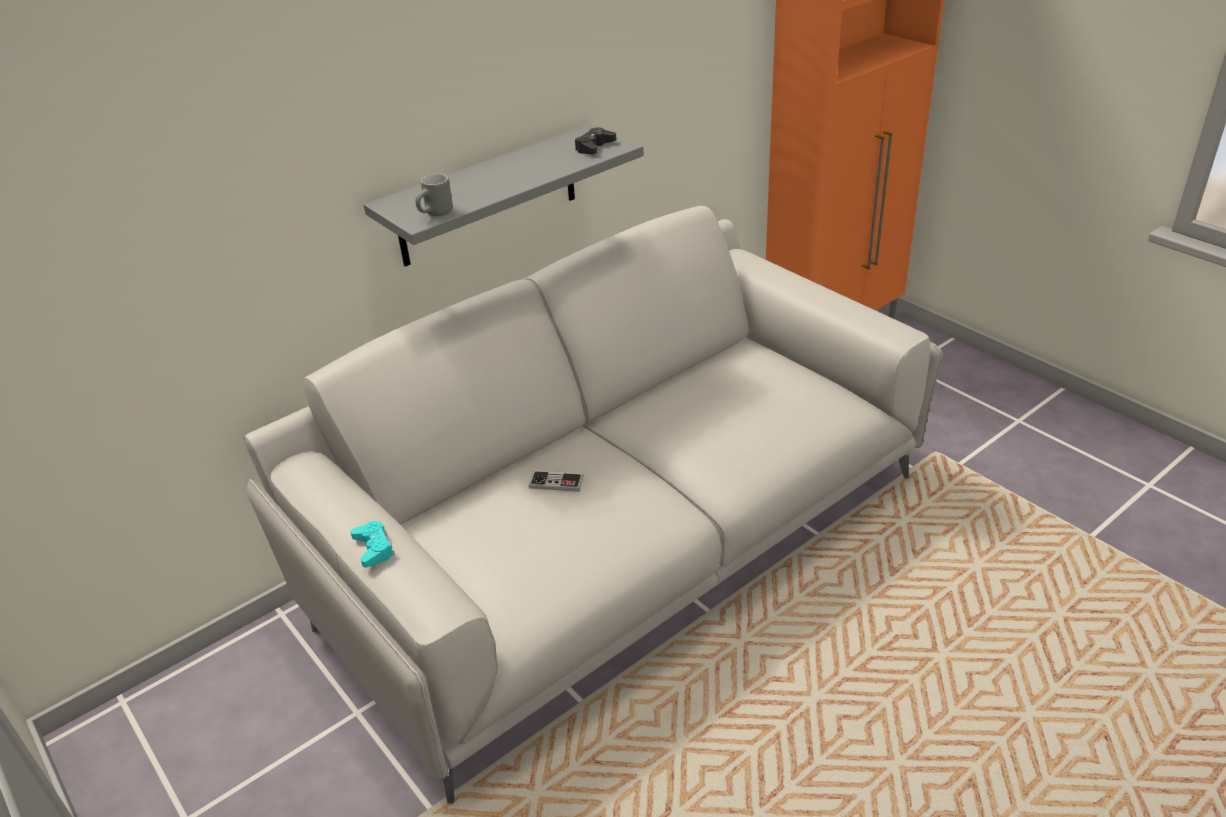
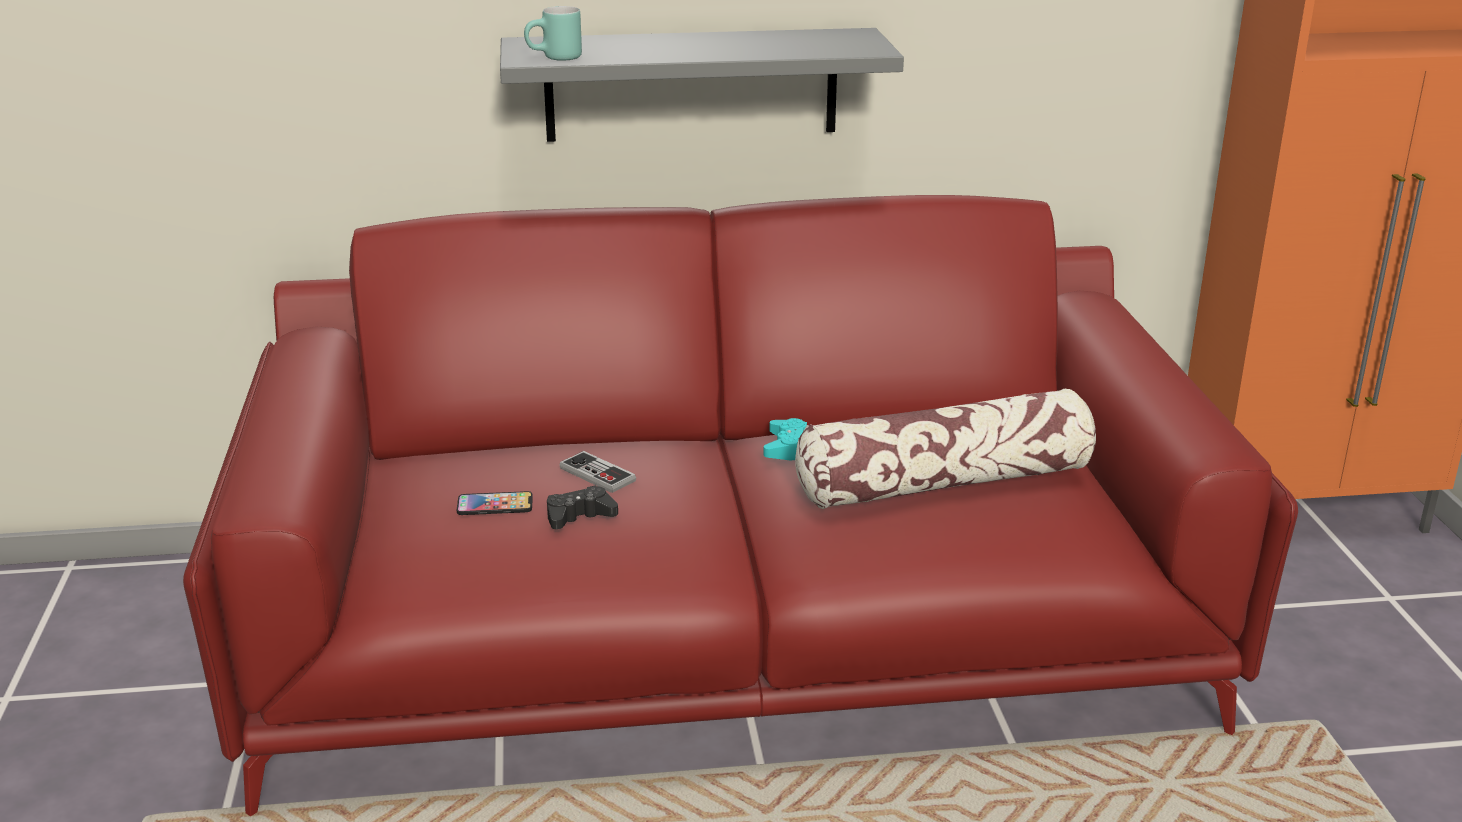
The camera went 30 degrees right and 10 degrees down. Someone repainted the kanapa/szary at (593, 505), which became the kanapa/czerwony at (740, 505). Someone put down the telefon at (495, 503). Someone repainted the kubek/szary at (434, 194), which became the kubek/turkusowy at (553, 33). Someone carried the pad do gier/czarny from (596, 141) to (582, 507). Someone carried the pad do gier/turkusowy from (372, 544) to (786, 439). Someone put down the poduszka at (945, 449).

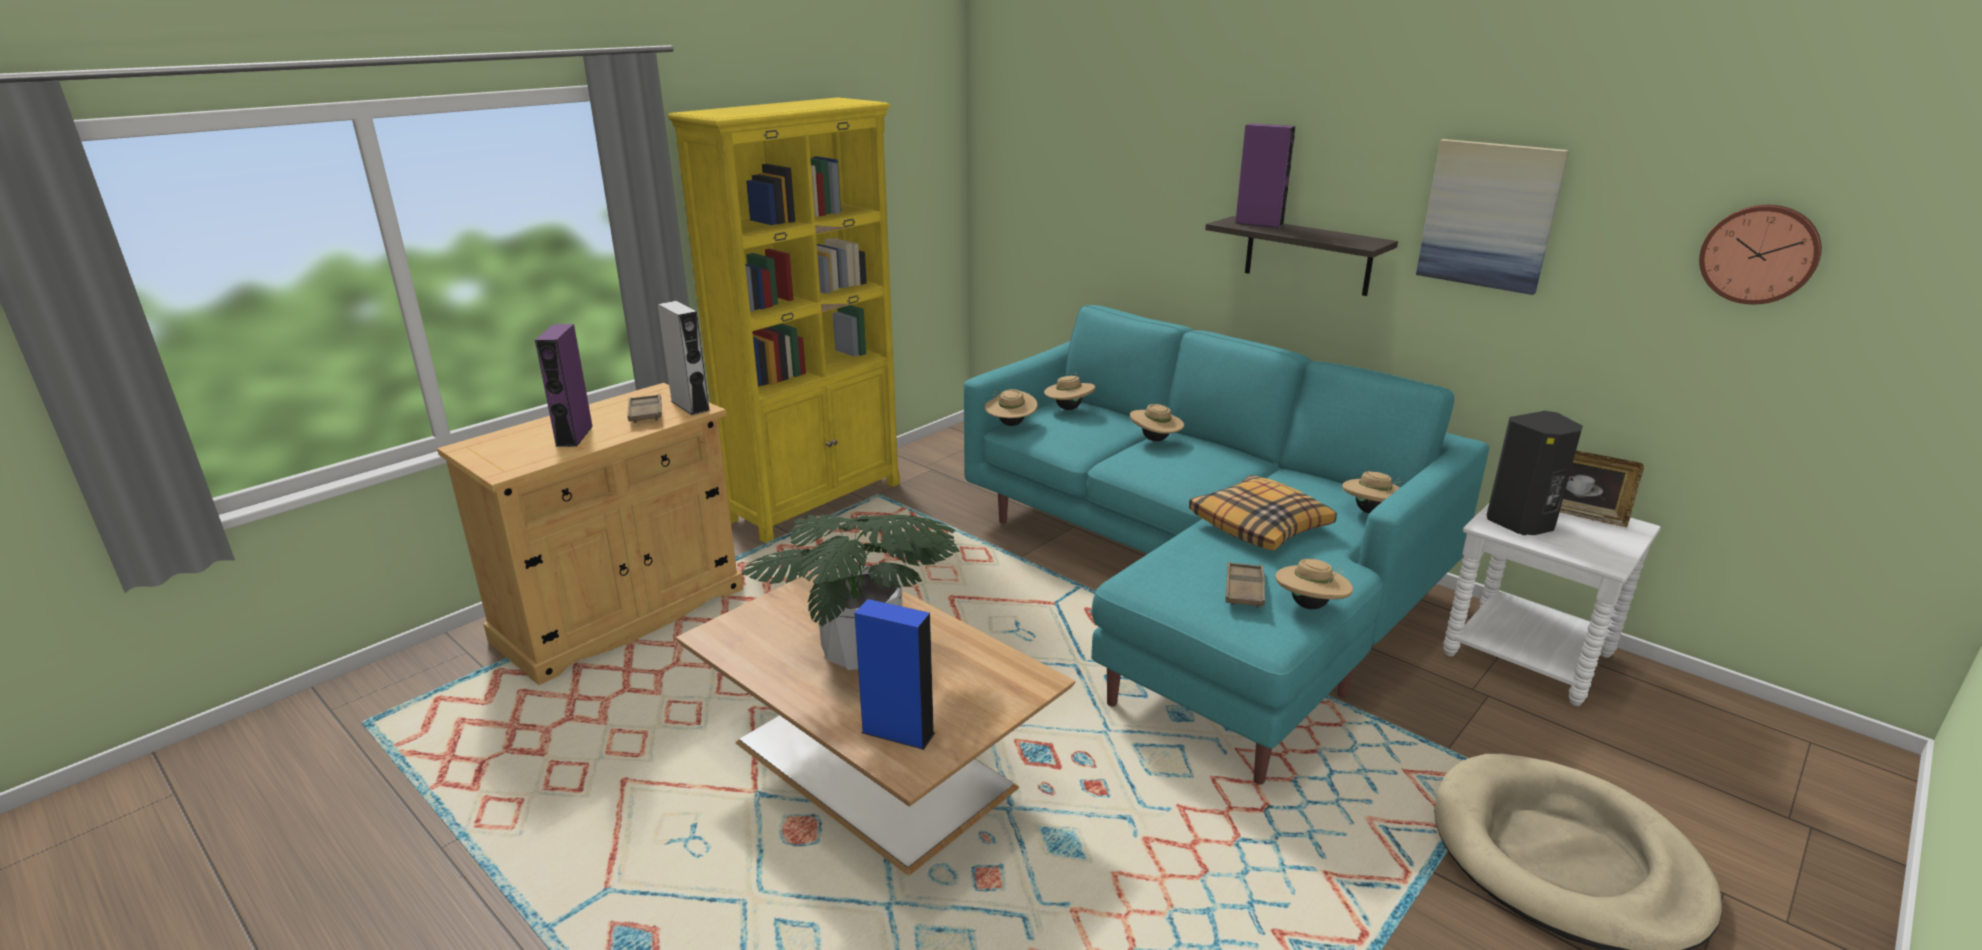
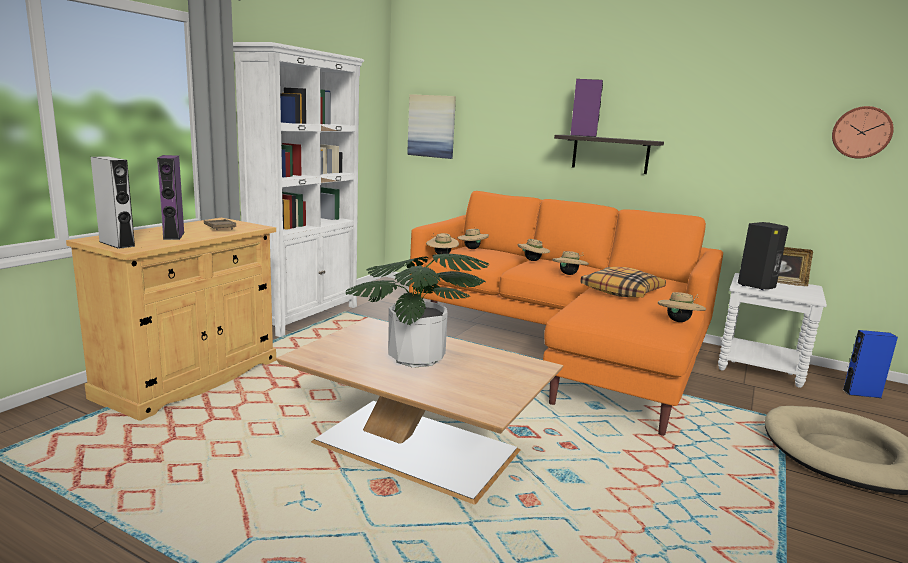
The camera went 15 degrees left and 10 degrees down. Someone carried the głośnik/szary from (684, 358) to (113, 202). Someone repainted the regał/żółty at (784, 320), which became the regał/biały at (298, 189). Someone carried the obraz from (1492, 217) to (431, 126). Someone repainted the kanapa/turkusowy at (1226, 545), which became the kanapa/pomarańczowy at (566, 313). Someone carried the kapelusz/beżowy from (1371, 492) to (570, 263). Someone carried the głośnik/niebieski from (895, 674) to (870, 364). Someone took away the taca/brązowy at (1245, 585).

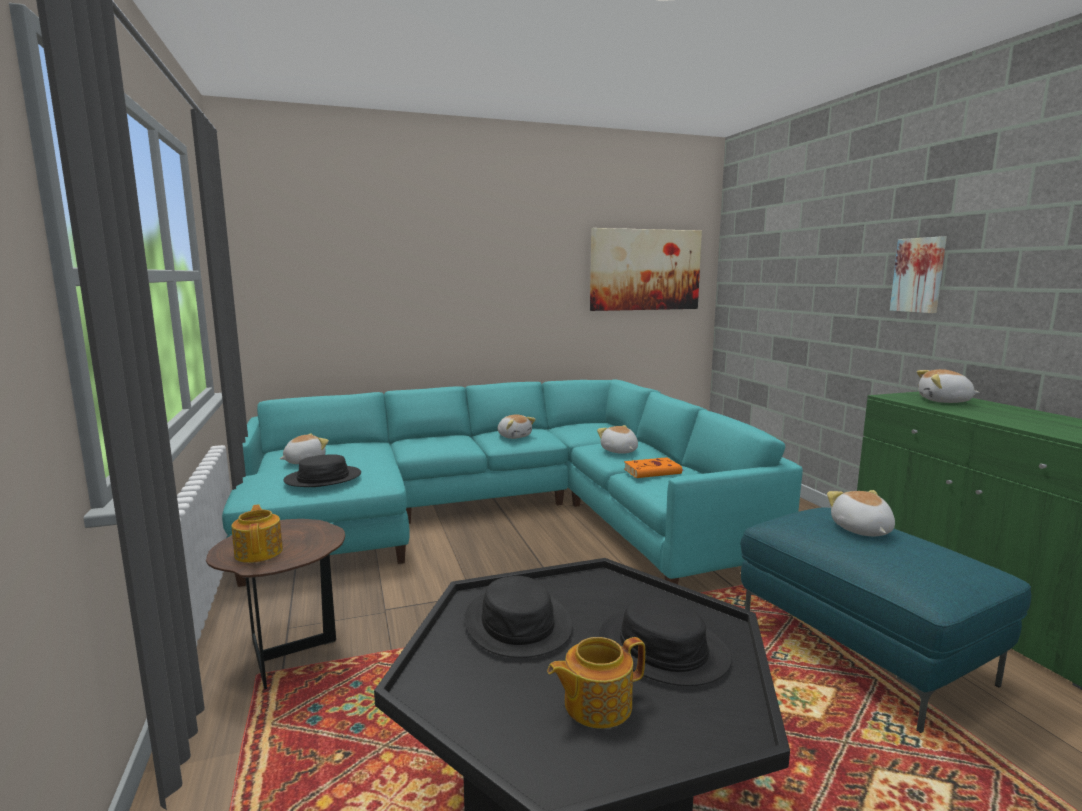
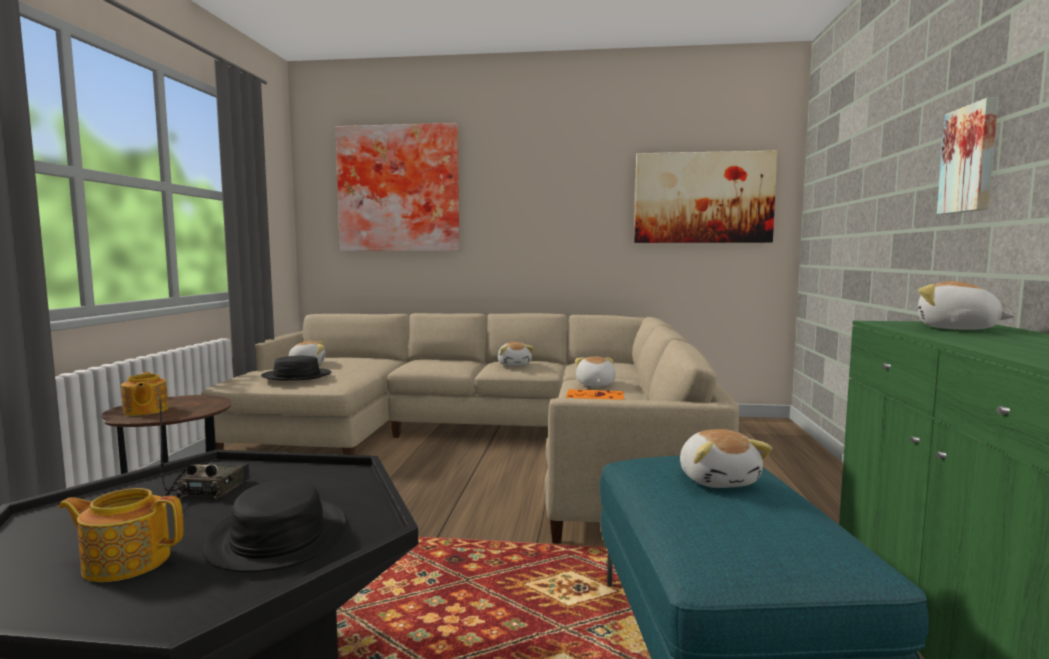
The camera went 25 degrees right and 5 degrees down. Someone rotated the imbryk at (257, 533) by 150 degrees clockwise. Someone swapped the kapelusz/czarny at (518, 617) for the radio at (205, 449). Someone repainted the kanapa/turkusowy at (512, 483), which became the kanapa/beżowy at (470, 428). Someone put up the obraz at (397, 187). Someone rotated the pluszak at (861, 513) by 150 degrees clockwise.

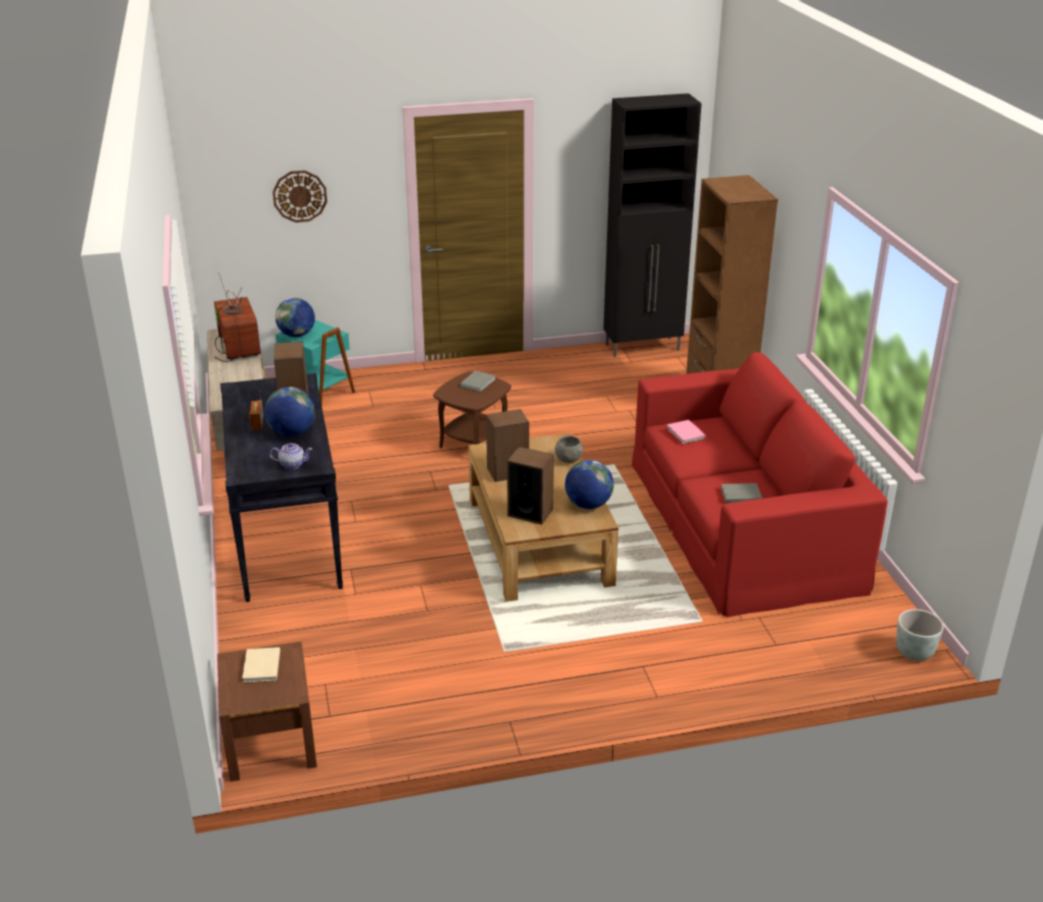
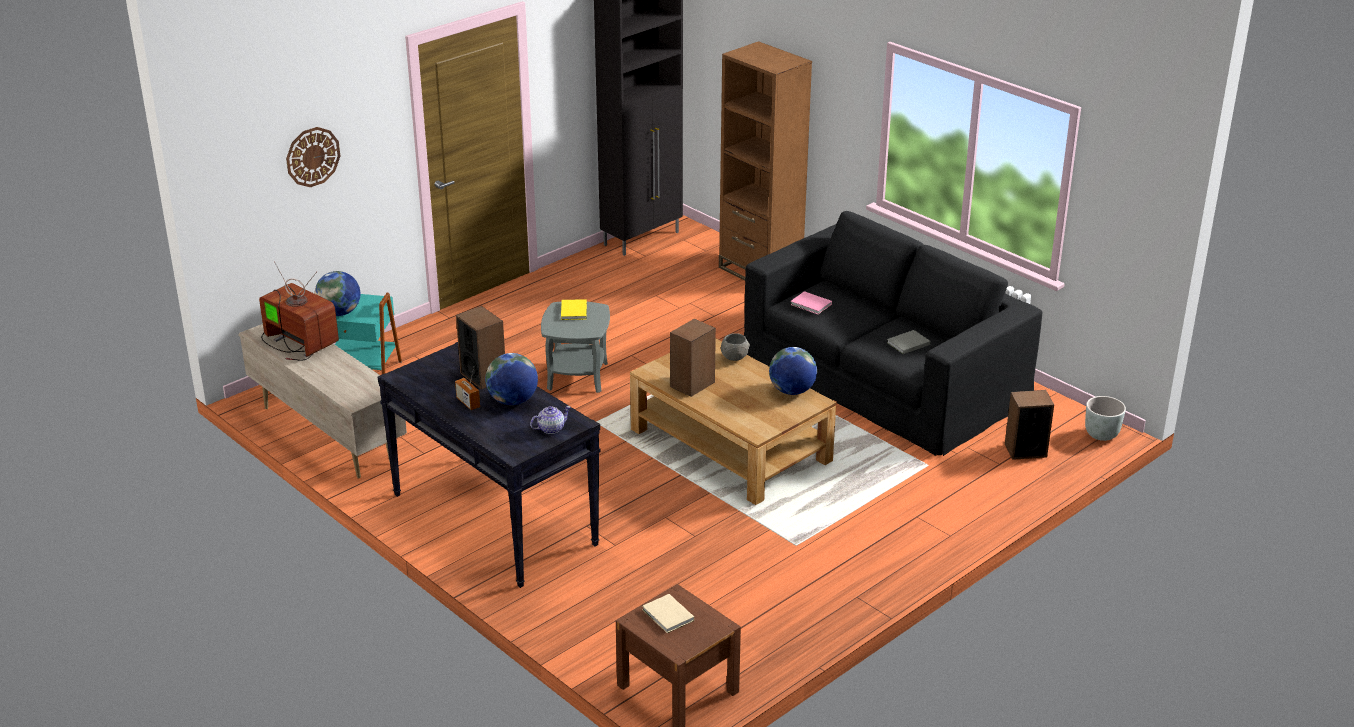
The camera went 30 degrees left and 0 degrees up. Someone repainted the stolik/brązowy at (472, 409), which became the stolik/szary at (575, 347). Someone repainted the książka/szary at (477, 381), which became the książka/żółty at (574, 309). Someone repainted the kanapa/czerwony at (760, 484), which became the kanapa/czarny at (893, 333). Someone carried the głośnik from (530, 486) to (1029, 425).

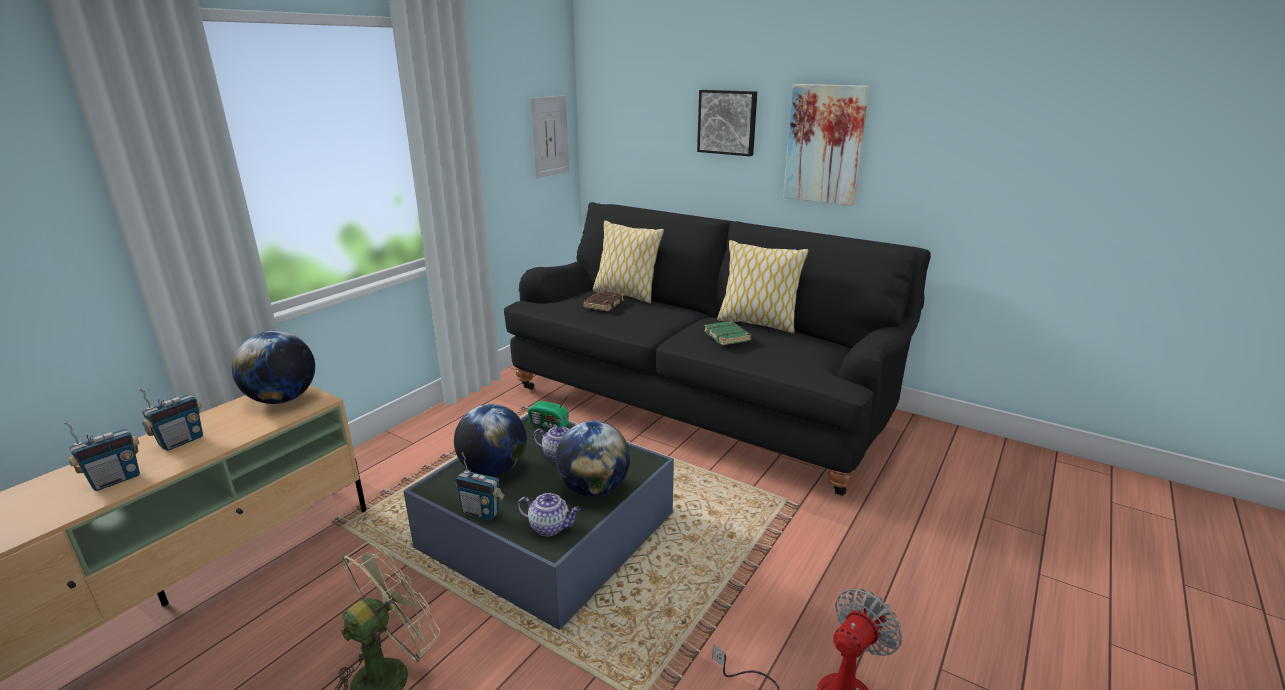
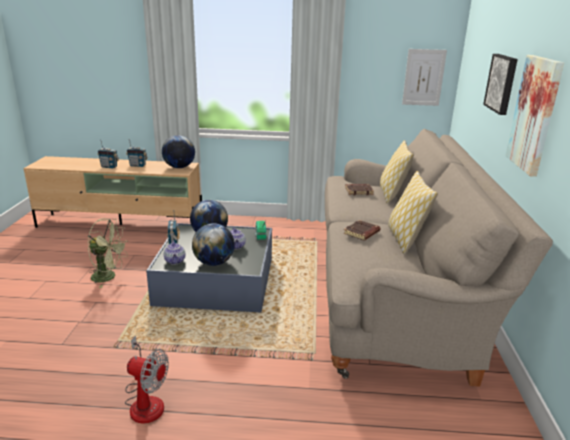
The camera went 60 degrees right and 0 degrees up. Someone repainted the kanapa/czarny at (717, 349), which became the kanapa/beżowy at (439, 258). Someone repainted the książka/zielony at (728, 333), which became the książka/brązowy at (361, 230).

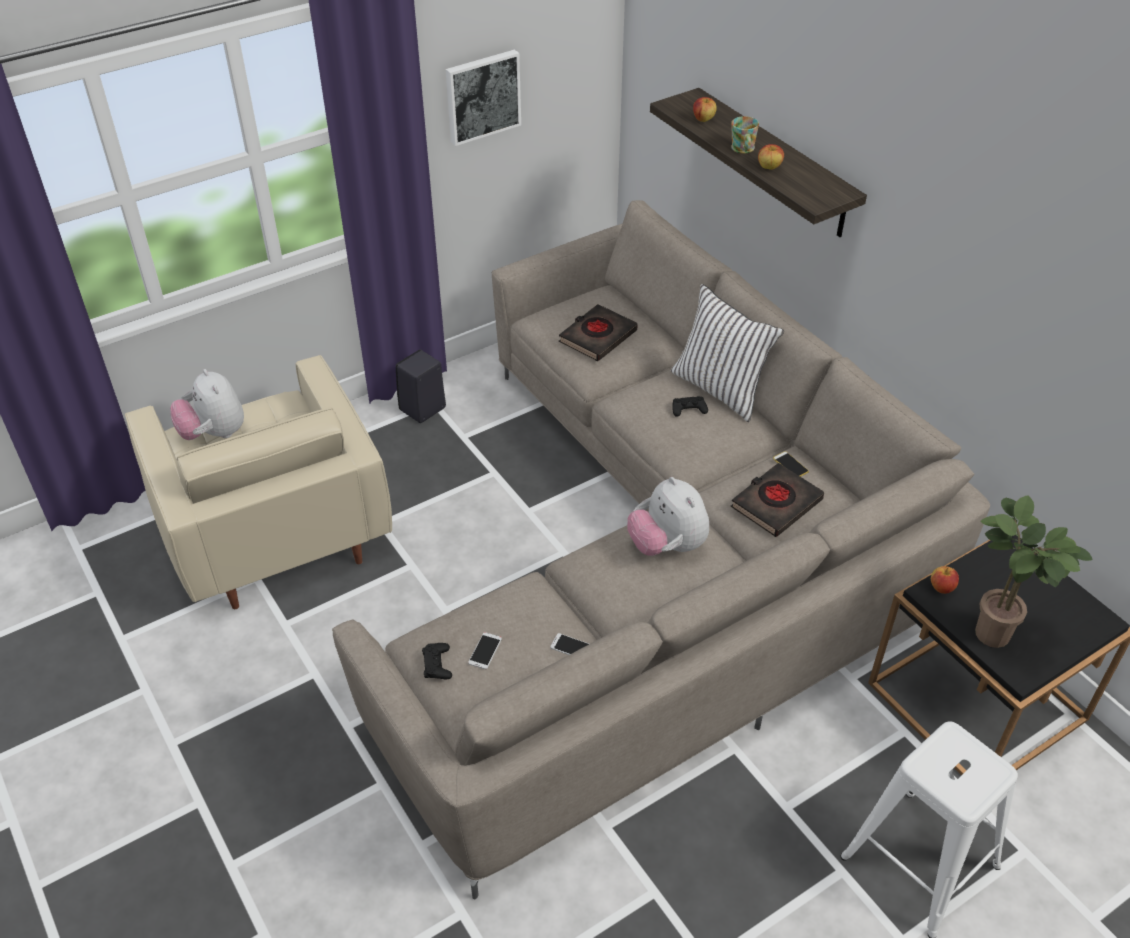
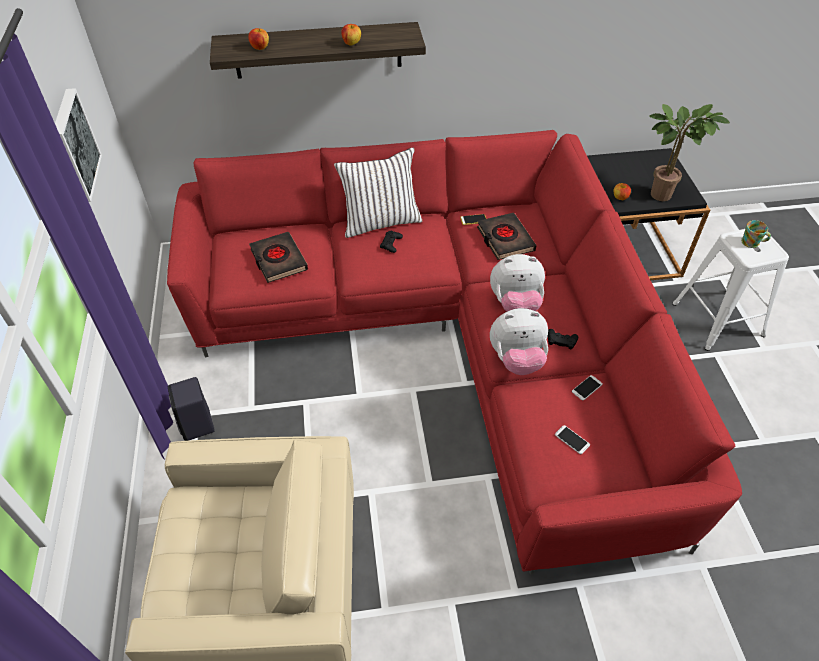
The camera went 65 degrees left and 5 degrees up. Someone repainted the kanapa/beżowy at (661, 549), which became the kanapa/czerwony at (454, 352). Someone carried the pluszak from (207, 404) to (519, 341). Someone carried the pad do gier/czarny from (437, 661) to (563, 339). Someone carried the kubek from (745, 135) to (756, 234).

